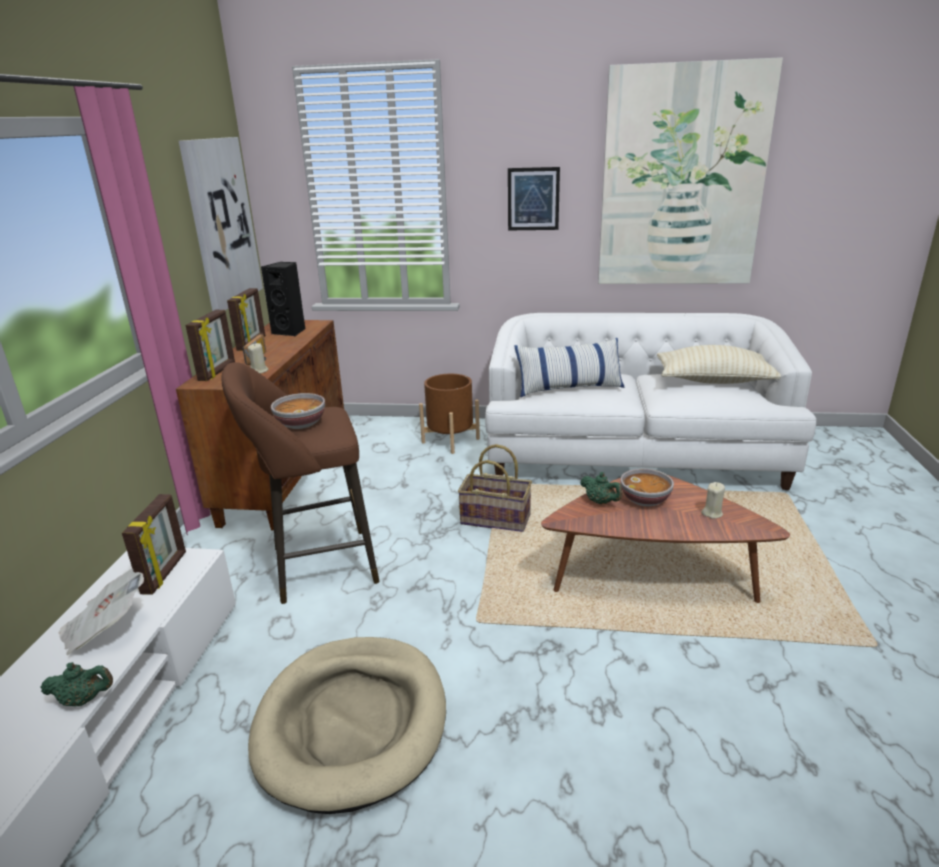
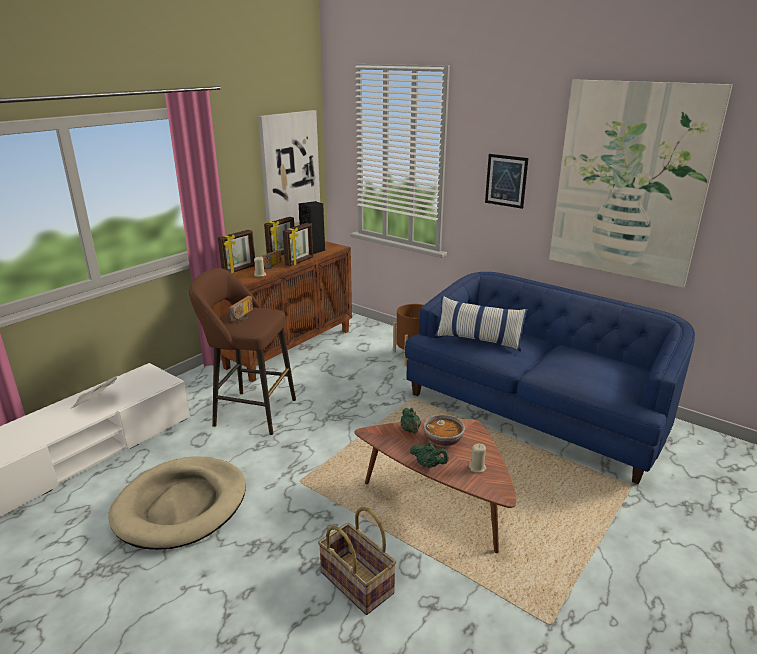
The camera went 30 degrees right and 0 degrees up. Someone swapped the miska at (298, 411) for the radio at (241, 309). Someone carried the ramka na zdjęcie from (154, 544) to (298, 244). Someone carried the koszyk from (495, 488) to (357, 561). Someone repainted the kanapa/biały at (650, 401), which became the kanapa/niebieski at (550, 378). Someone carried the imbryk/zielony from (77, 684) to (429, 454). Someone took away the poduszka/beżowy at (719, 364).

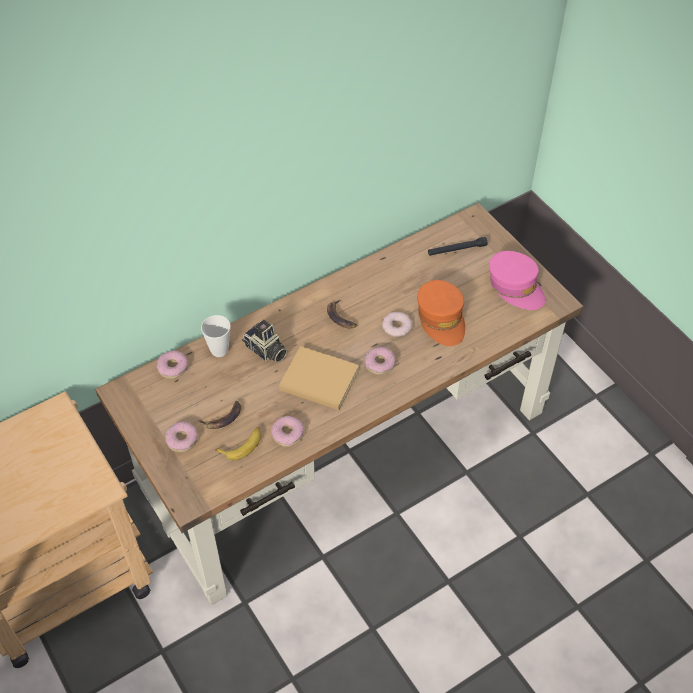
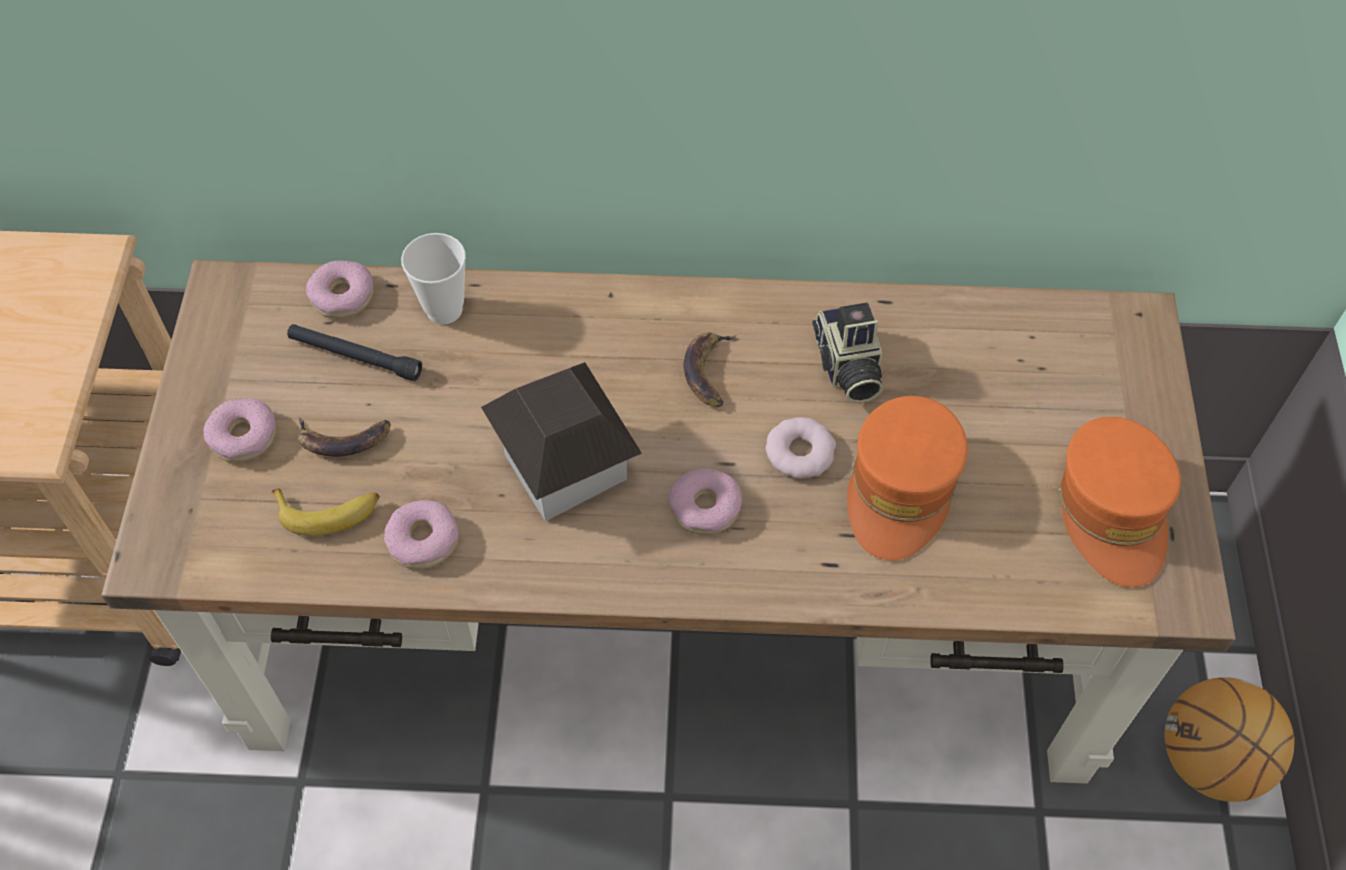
The camera went 35 degrees right and 5 degrees up. Someone carried the latarka/czarny from (458, 246) to (354, 352). Someone swapped the książka/beżowy at (319, 378) for the domek at (561, 441). Someone carried the aparat fotograficzny from (264, 341) to (847, 353). Someone repainted the czapka z daszkiem/różowy at (517, 280), which became the czapka z daszkiem/pomarańczowy at (1120, 502). Someone put down the piłka do koszykówki at (1230, 740).

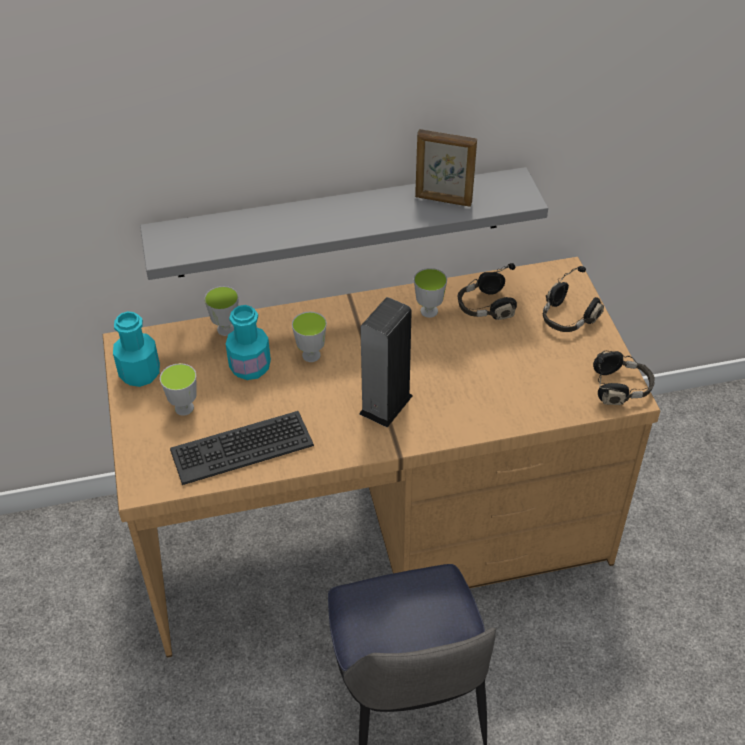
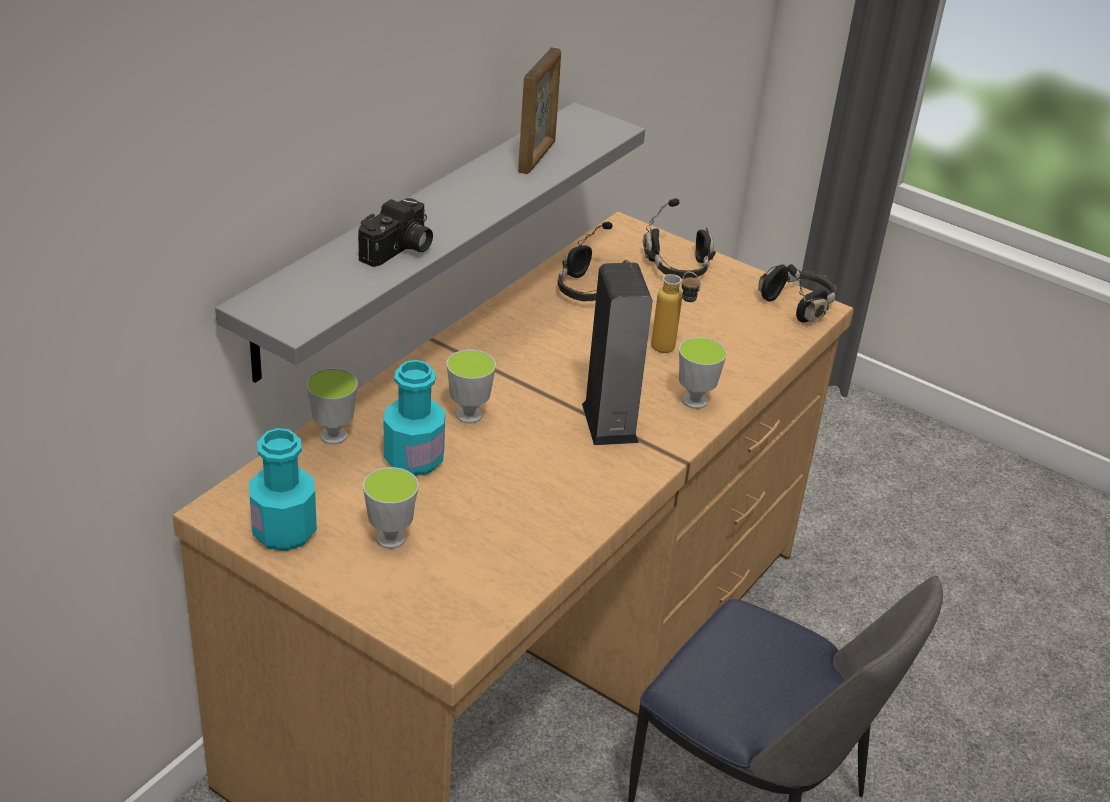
The camera went 45 degrees left and 10 degrees down. Someone put down the aparat fotograficzny at (395, 232). Someone rotated the ramka na zdjęcie at (446, 168) by 45 degrees counterclockwise. Someone put down the butelka at (676, 312). Someone carried the filiżanka from (430, 293) to (703, 373). Someone took away the klawiatura at (242, 448).

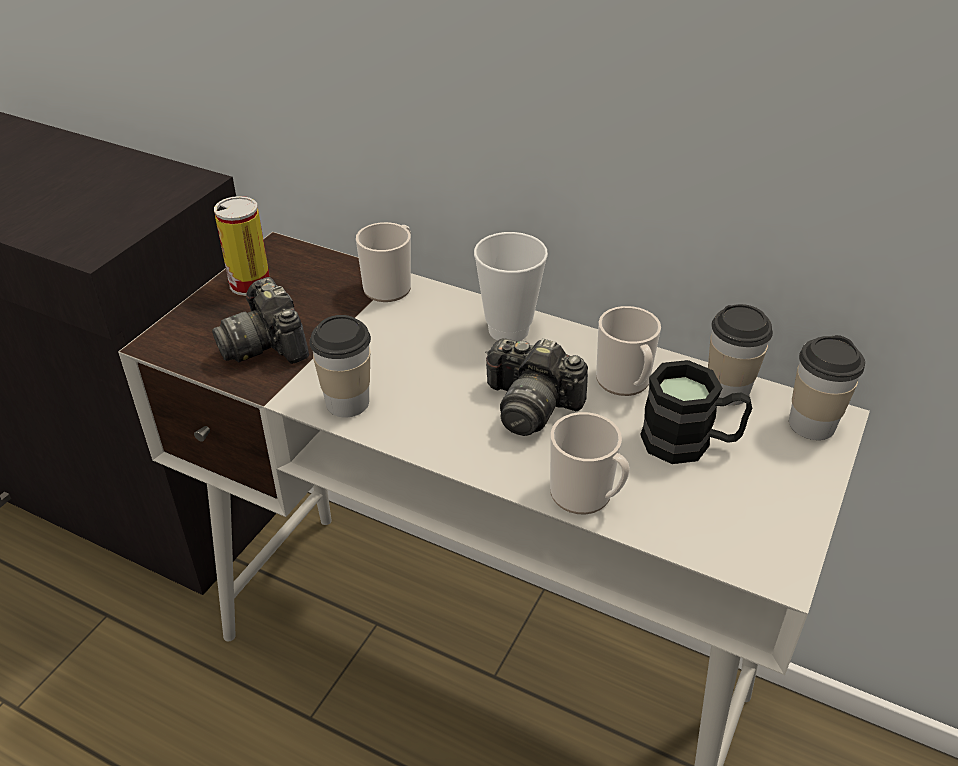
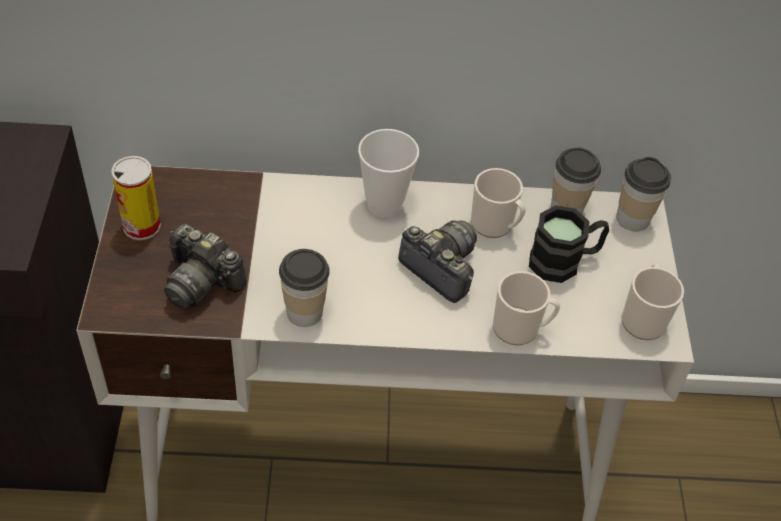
The camera went 30 degrees left and 10 degrees up. Someone rotated the aparat fotograficzny at (536, 387) by 135 degrees counterclockwise. Someone carried the kubek from (383, 262) to (653, 301).

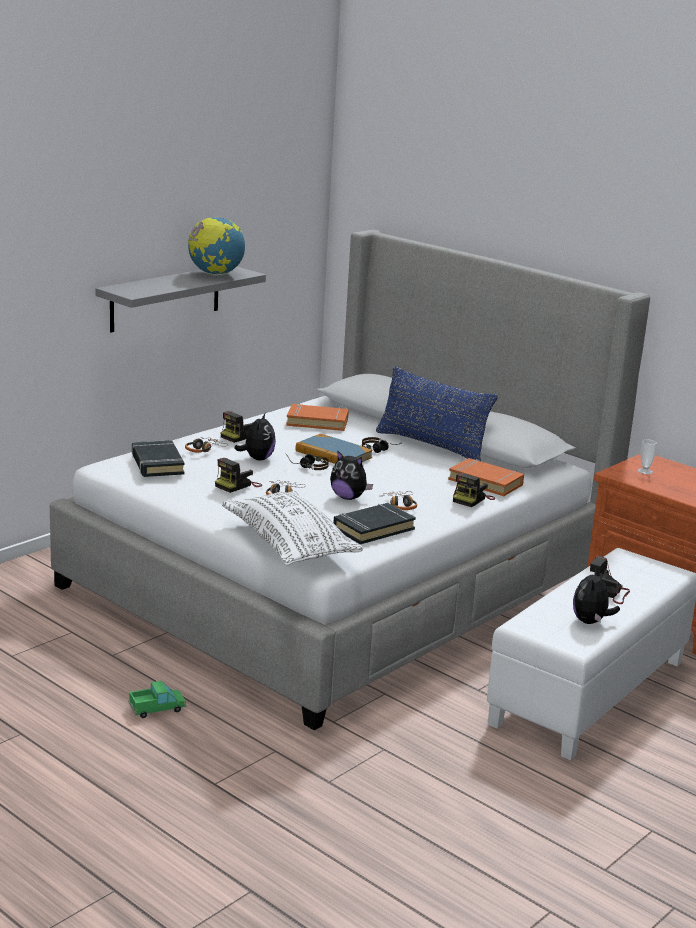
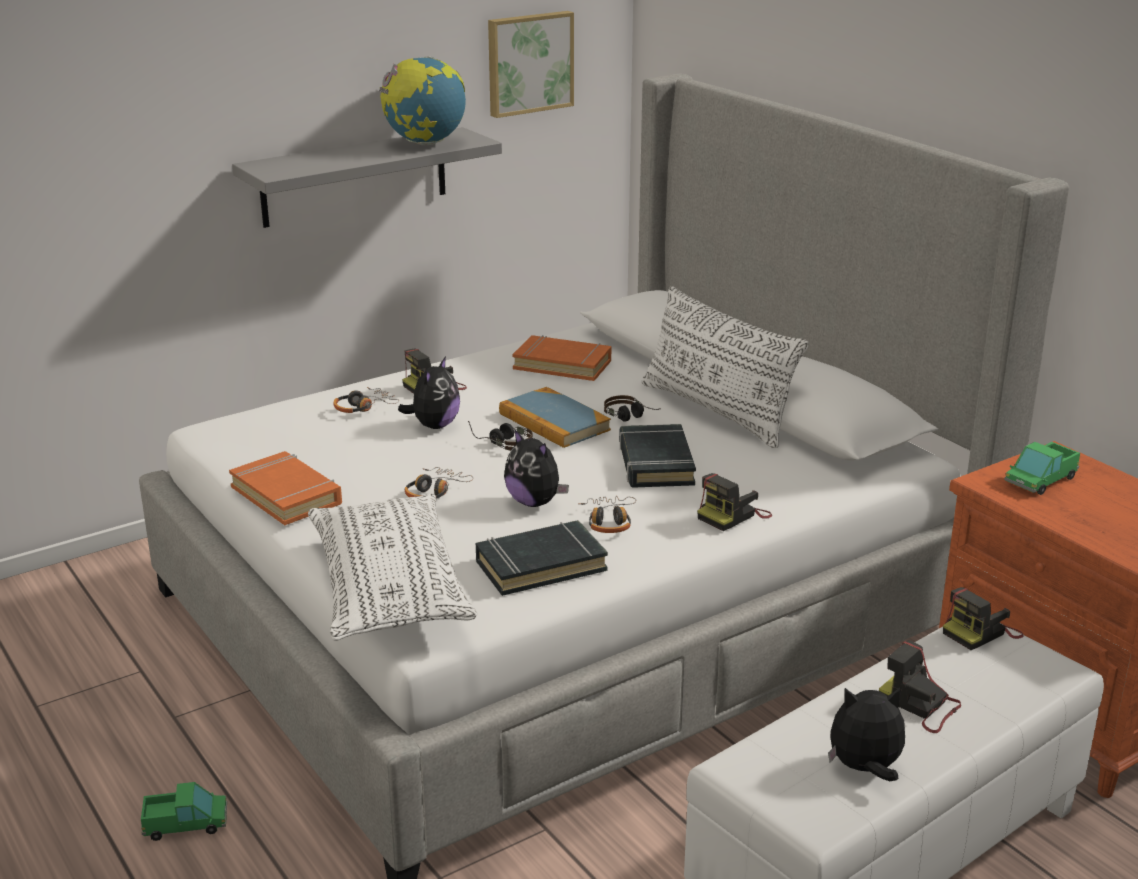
The camera went 15 degrees right and 5 degrees up. Someone carried the książka/pomarańczowy from (486, 477) to (285, 488). Someone put up the obraz at (531, 64). Someone carried the książka/czarny from (158, 458) to (657, 456). Someone repainted the poduszka/niebieski at (437, 413), which became the poduszka/biały at (725, 367). Someone rotated the pluszak at (596, 595) by 60 degrees clockwise. Someone carried the aparat fotograficzny from (238, 475) to (983, 618). Someone swapped the filiżanka at (647, 456) for the ciężarówka zabawkowa at (1042, 468).

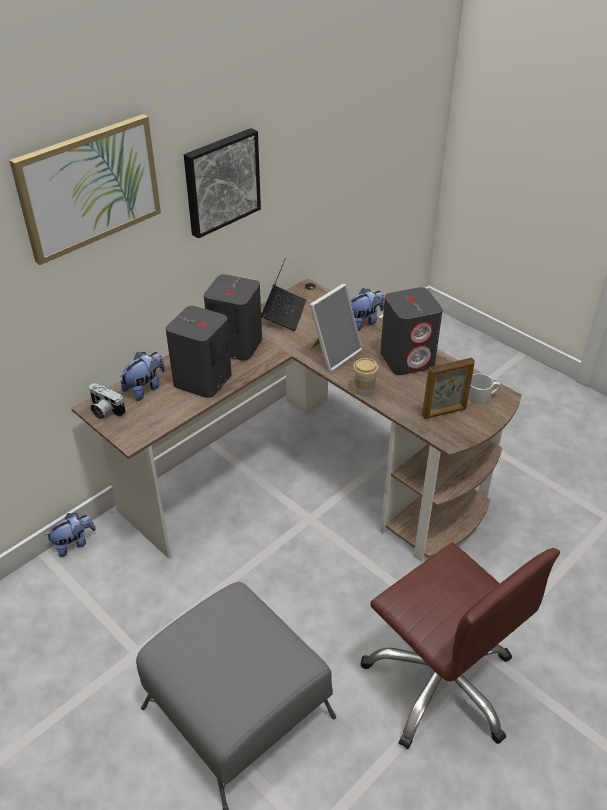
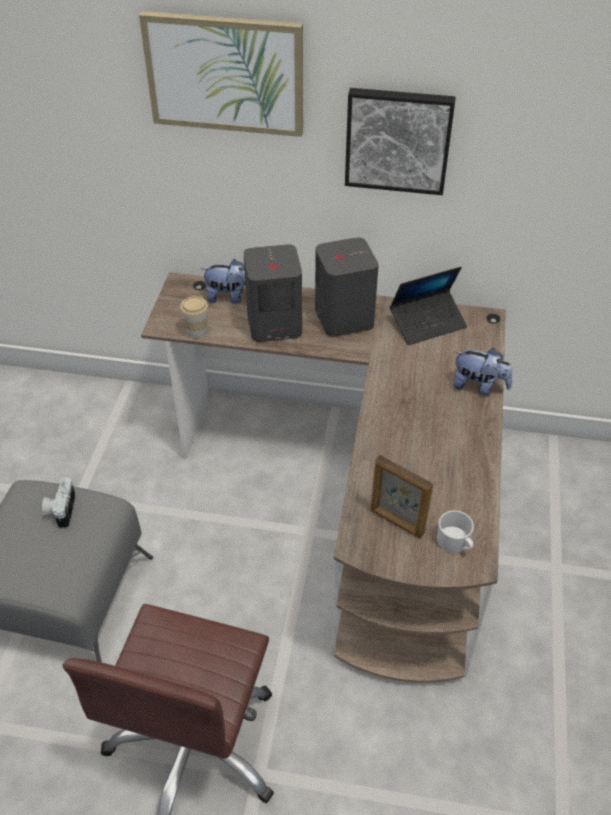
The camera went 55 degrees right and 5 degrees up. Someone carried the aparat fotograficzny from (107, 401) to (59, 503). Someone carried the filiżanka from (366, 377) to (194, 317). Someone took away the pluszak at (70, 535). Someone took away the ramka na zdjęcie at (336, 328). Someone took away the głośnik/szary at (411, 331).

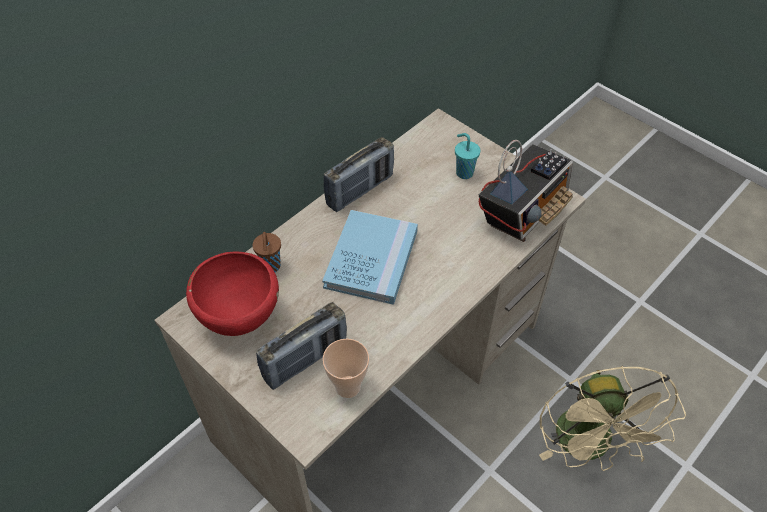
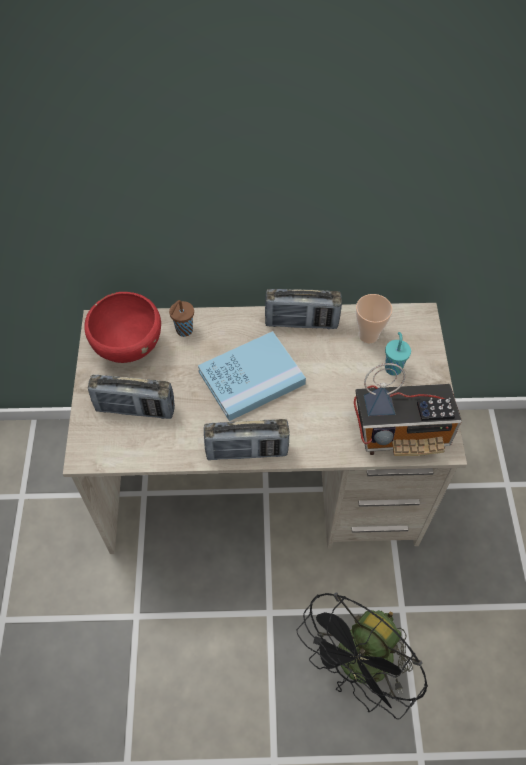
The camera went 45 degrees right and 5 degrees up. Someone put down the radio at (246, 439). Someone repainted the wentylator/beżowy at (612, 418), which became the wentylator/czarny at (362, 656). Someone carried the filiżanka from (345, 368) to (374, 319).

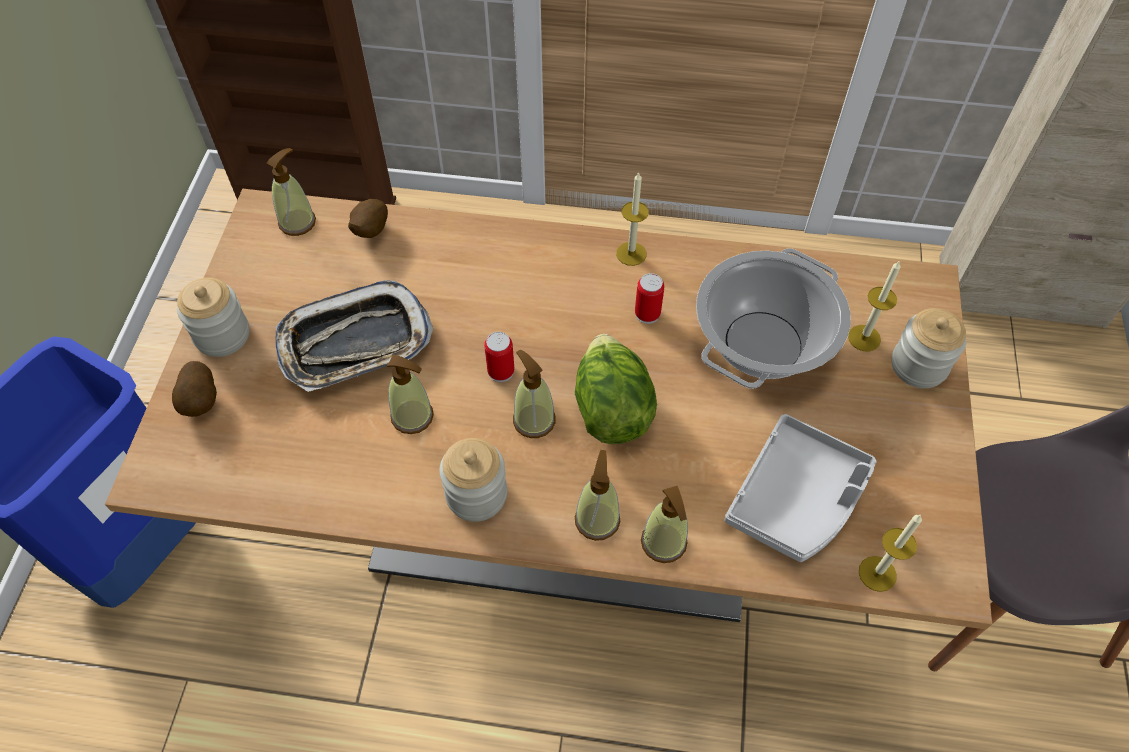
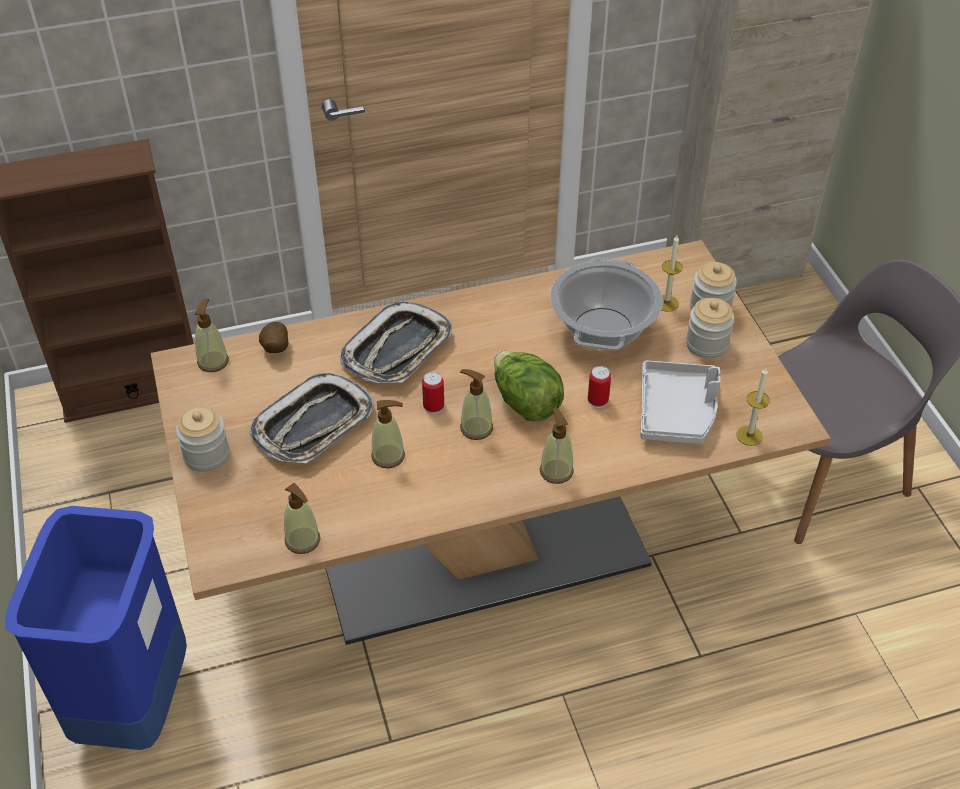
The camera went 25 degrees left and 10 degrees down. Someone carried the dozownik mydła from (664, 524) to (302, 518). Someone put down the taca at (396, 342). Someone carried the puszka from (650, 298) to (599, 387). Someone carried the słoik from (473, 480) to (710, 328). Someone took away the ziemniak at (194, 389). Someone took away the świeca at (632, 219).

